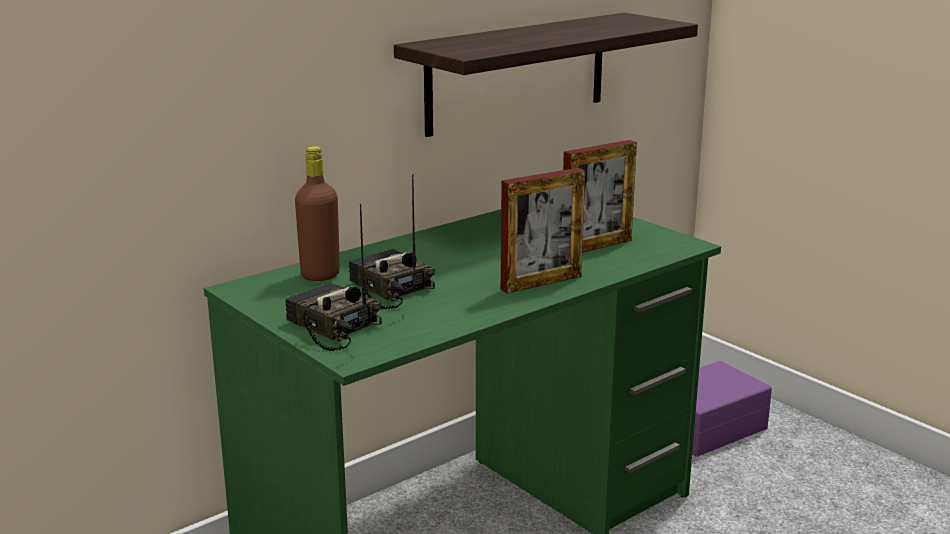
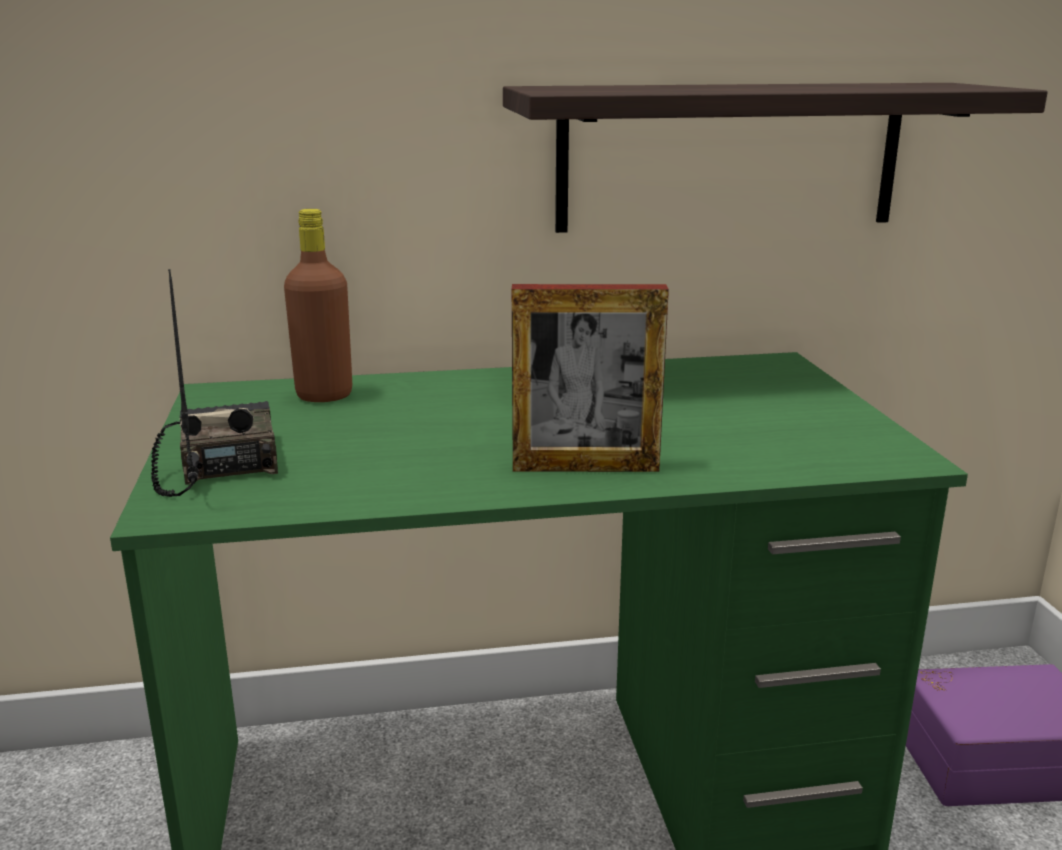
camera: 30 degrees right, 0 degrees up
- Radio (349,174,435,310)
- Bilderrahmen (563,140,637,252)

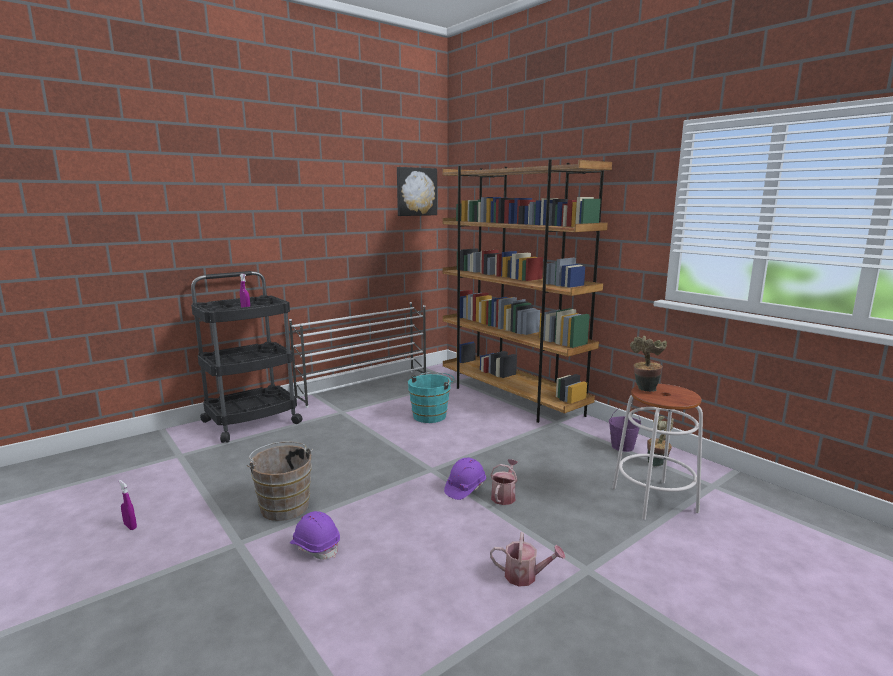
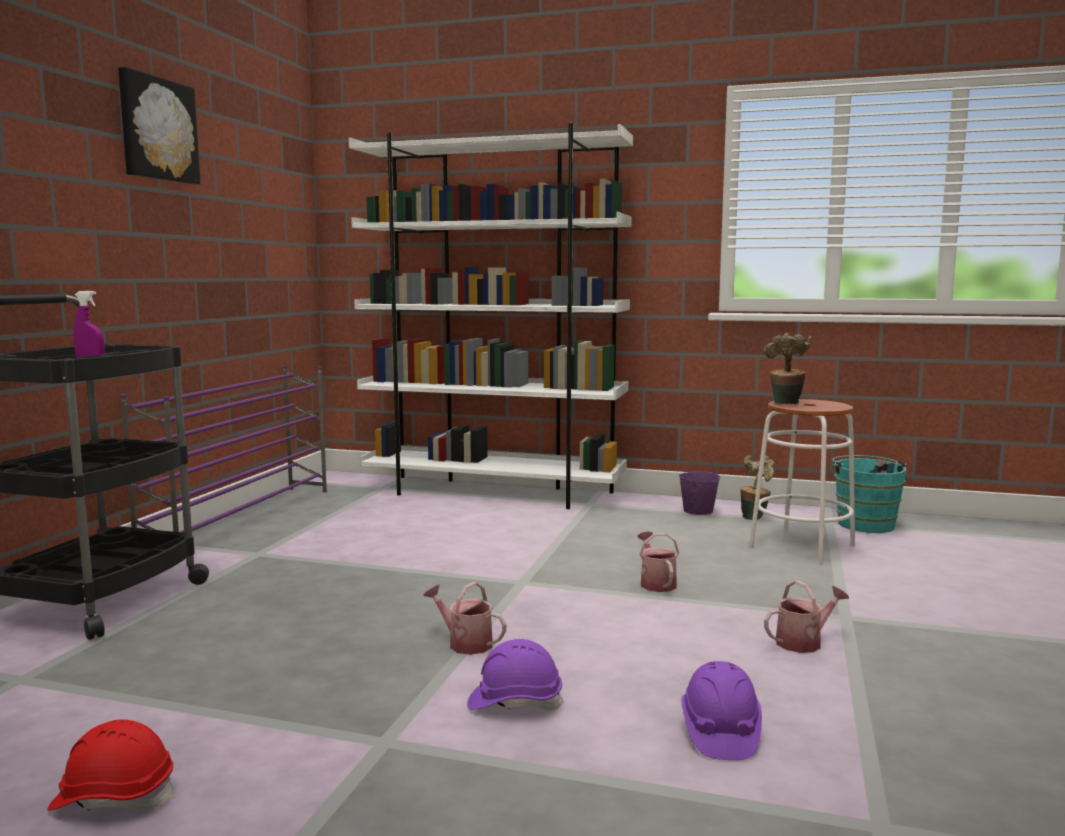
camera: 35 degrees left, 5 degrees down
~ Sprühflasche (lila) (119,480,137,530) to Schutzhelm (rot) (47,719,174,811)
- Eimer (braun) (247,442,313,521)
~ Schuhregal (weiß) (289,302,426,408) to Schuhregal (lila) (120,365,327,533)
~ Bild (397,167,437,216) to (118,67,201,185)
~ Eimer (türkis) (408,372,454,423) to (832,455,907,533)
~ Bücherregal (braun) (442,160,612,423) to Bücherregal (weiß) (349,123,633,509)
~ Schutzhelm (lila) (444,458,486,500) to (682,661,762,760)
+ Gießkanne (423,582,507,655)

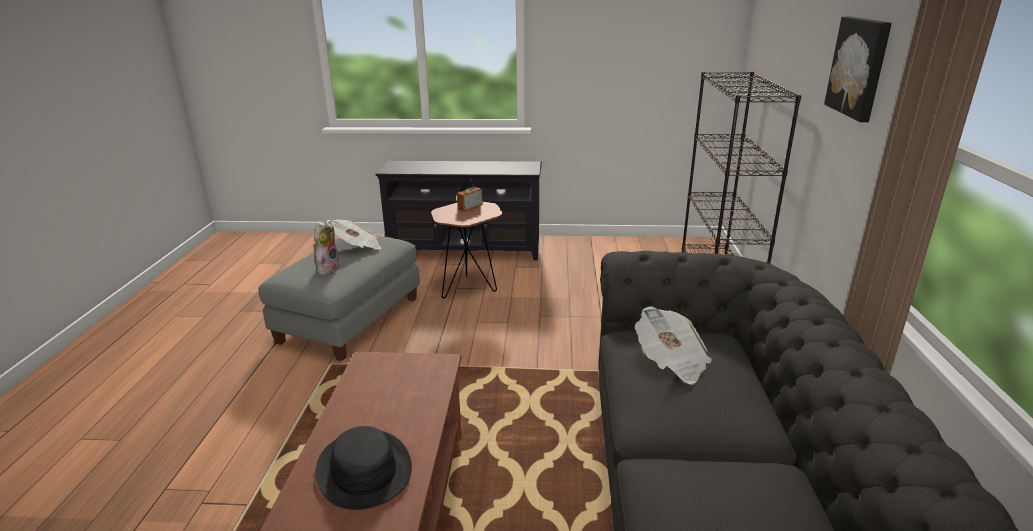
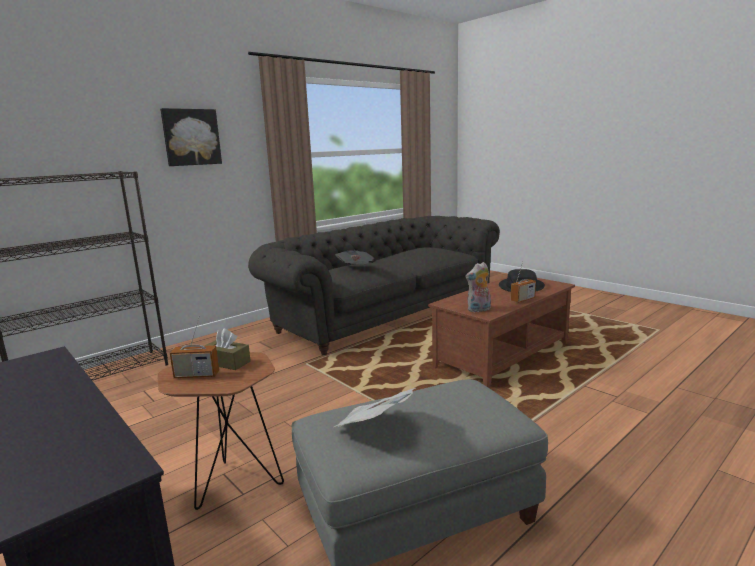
camera: 135 degrees left, 10 degrees down
~ Plüschtier (313,220,340,275) to (466,262,491,312)
+ Taschentuchbox (braun) (205,329,251,370)
+ Radio (511,262,536,303)

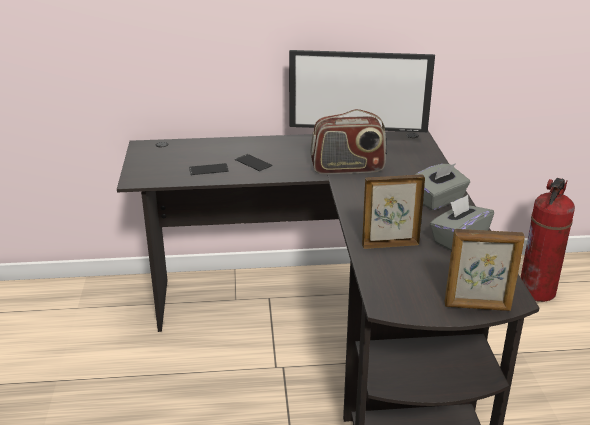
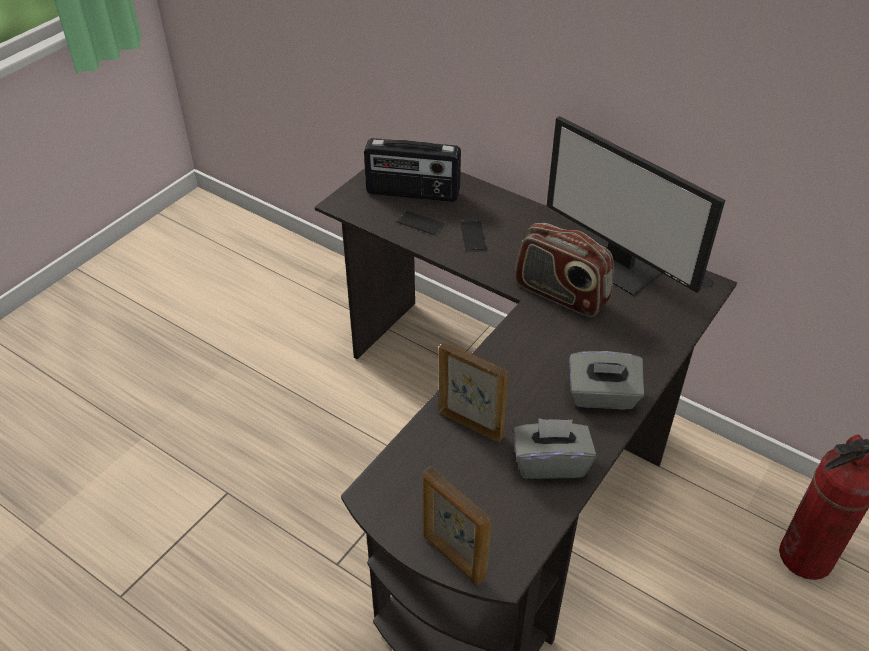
camera: 40 degrees right, 15 degrees up
+ Radio (364,138,461,202)

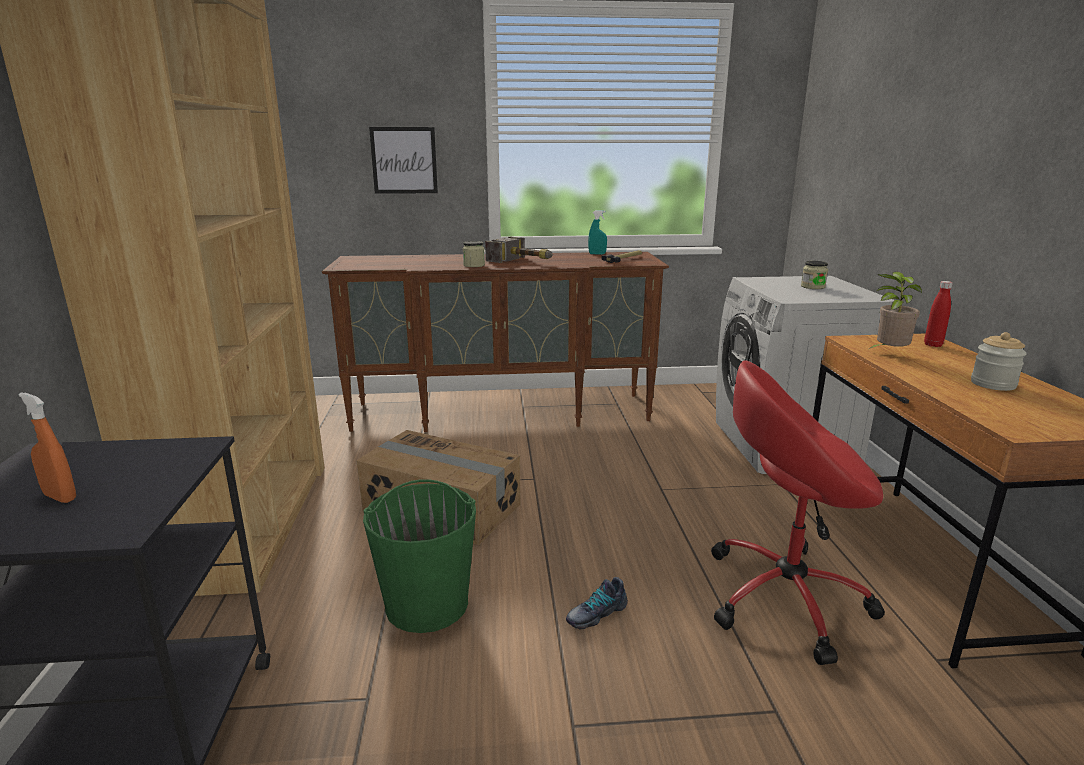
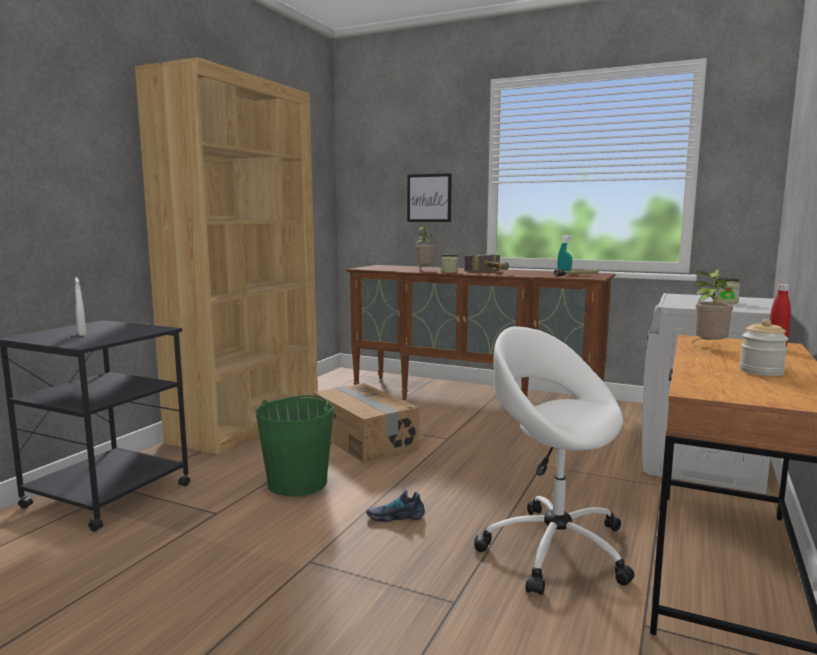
camera: 30 degrees right, 10 degrees down
~ Sprühflasche (orange) (19,392,76,503) to Sprühflasche (weiß) (75,277,87,336)
~ Bürostuhl (rot) (711,360,885,665) to Bürostuhl (weiß) (474,326,635,595)
+ Topfpflanze (416,227,435,269)

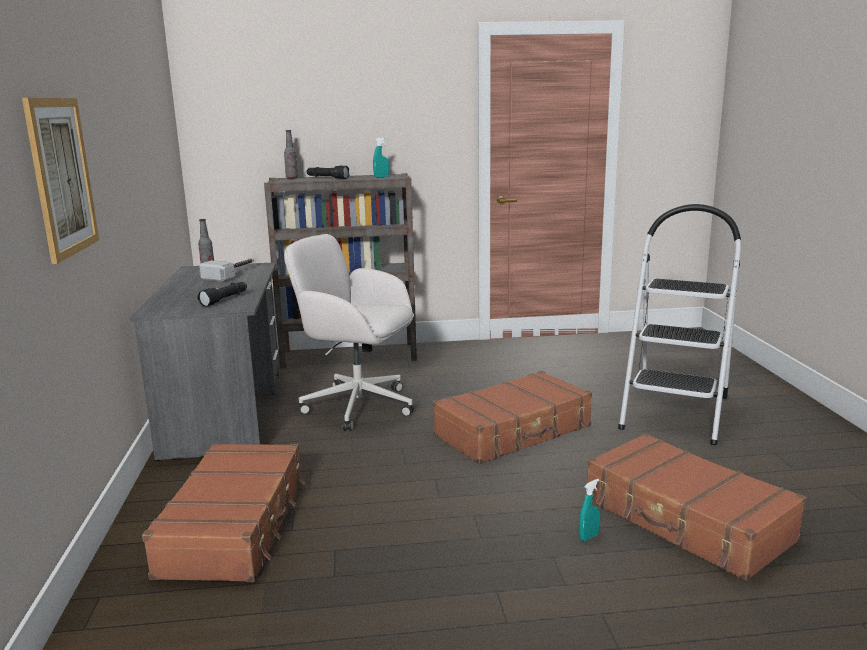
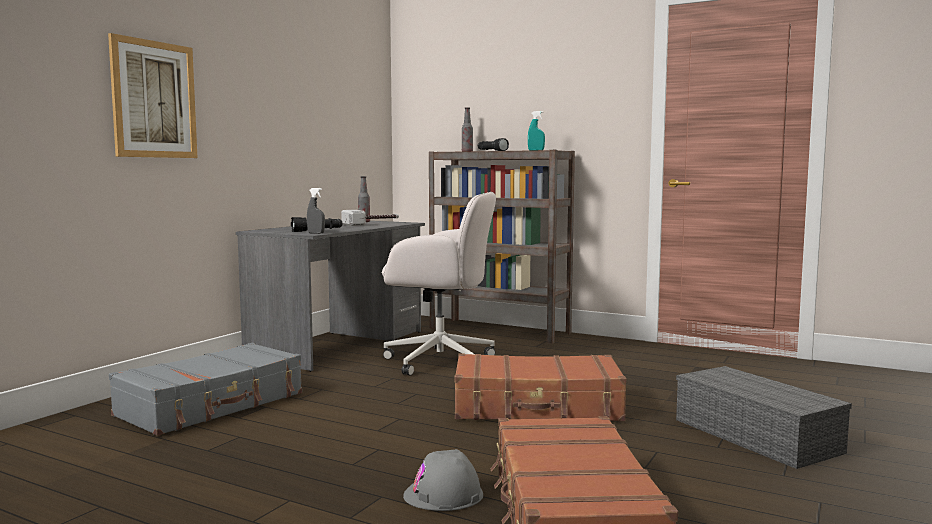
camera: 35 degrees right, 10 degrees down
~ Koffer (braun) (142,443,305,582) to Koffer (grau) (109,343,302,436)
~ Bürostuhl (weiß) (284,234,414,431) = (381,192,496,376) 135 degrees clockwise
~ Sprühflasche (türkis) (579,479,600,541) to Schutzhelm (grau) (403,449,483,511)
~ Trittleiter (618,204,741,445) to Aufbewahrungsbox (grau) (676,366,852,469)
+ Sprühflasche (grau) (307,188,325,234)

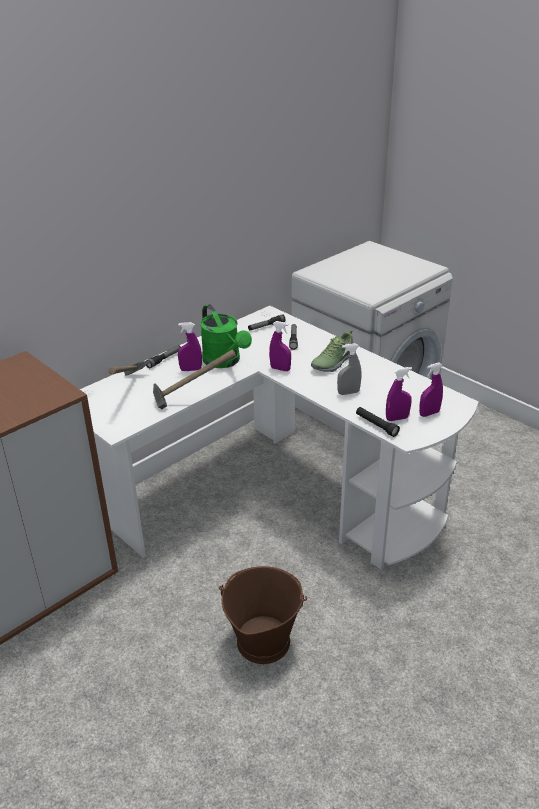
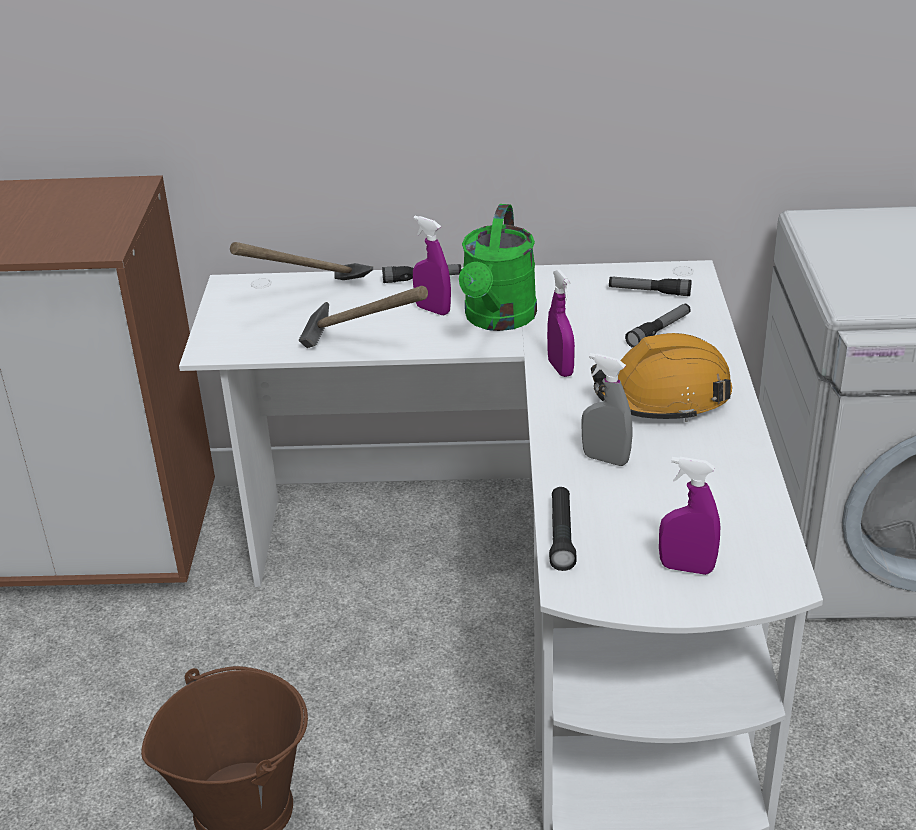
camera: 45 degrees right, 0 degrees up
~ Schuh (311,330,356,372) to Schutzhelm (orange) (591,333,732,422)
- Sprühflasche (lila) (386,367,412,421)

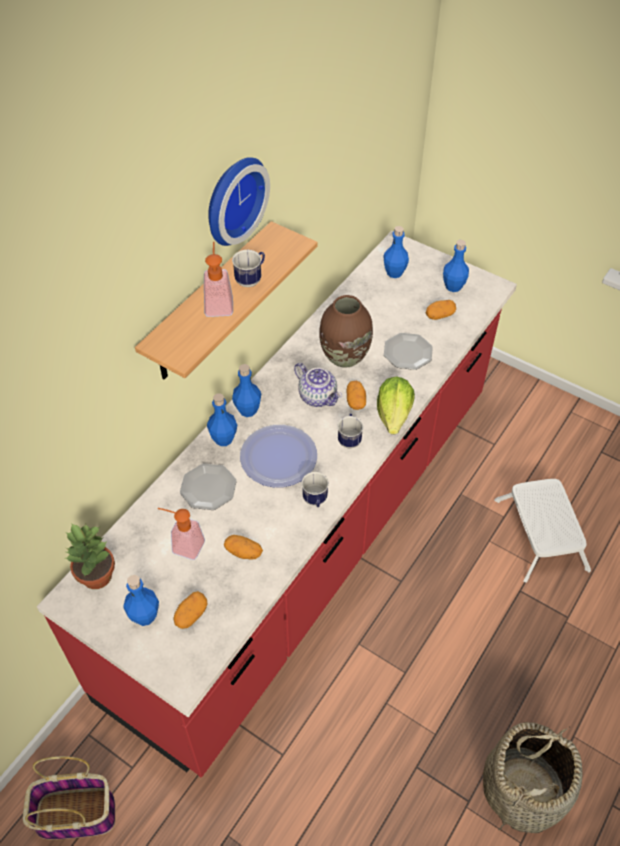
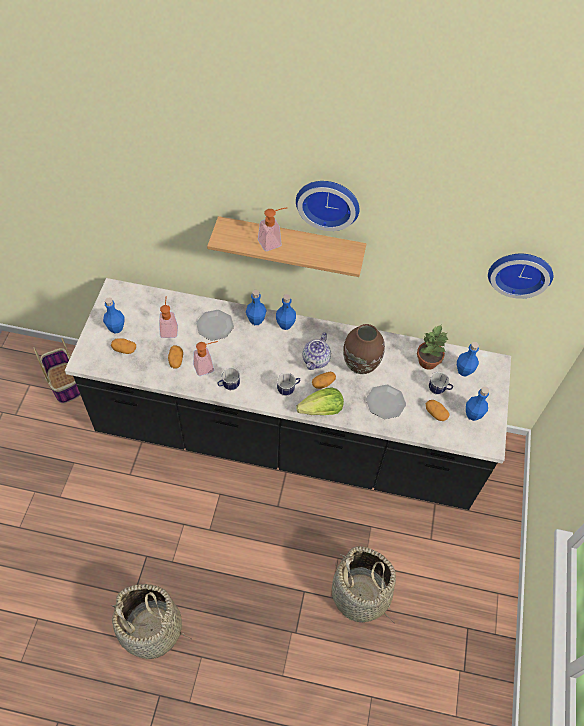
camera: 65 degrees right, 5 degrees up
~ Küchenzeile (rot) (37,231,517,778) to Küchenzeile (schwarz) (65,278,511,510)
~ Topfpflanze (66,523,115,589) to (417,325,449,370)
~ Henkelbecher (232,250,265,287) to (429,372,453,395)
- Teller (240,425,317,487)
~ Trittleiter (weiß) (494,479,591,583) to Korb (332,546,396,623)
+ Seifenspender (193,341,218,376)
+ Wanduhr (488,254,553,299)

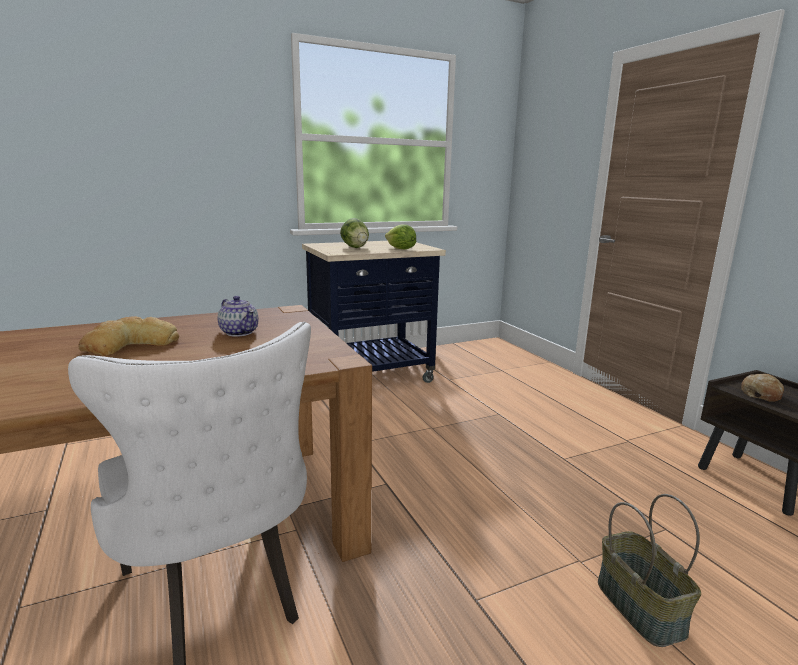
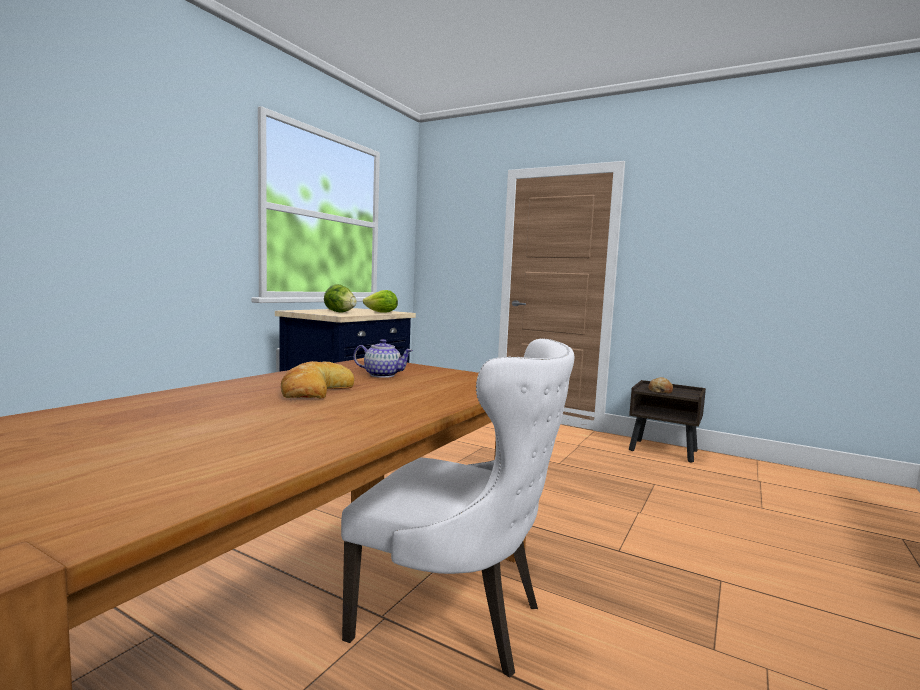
camera: 35 degrees left, 10 degrees down
- Korb (598,494,701,647)

